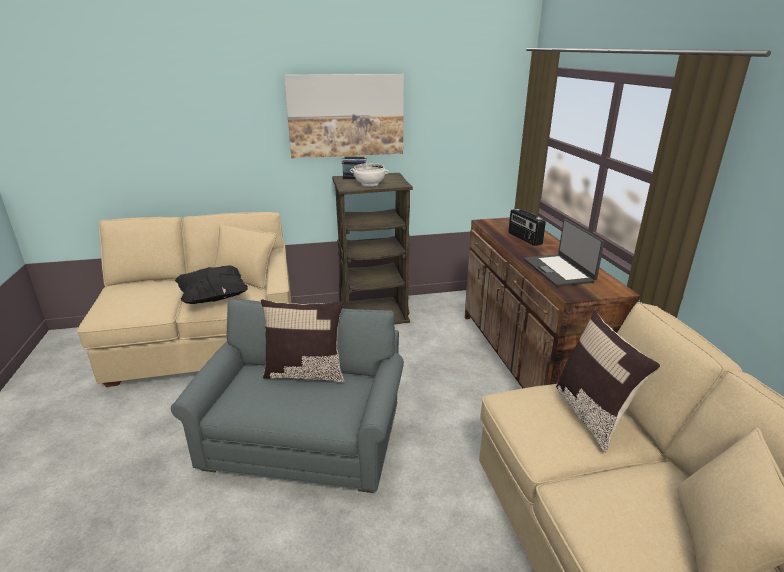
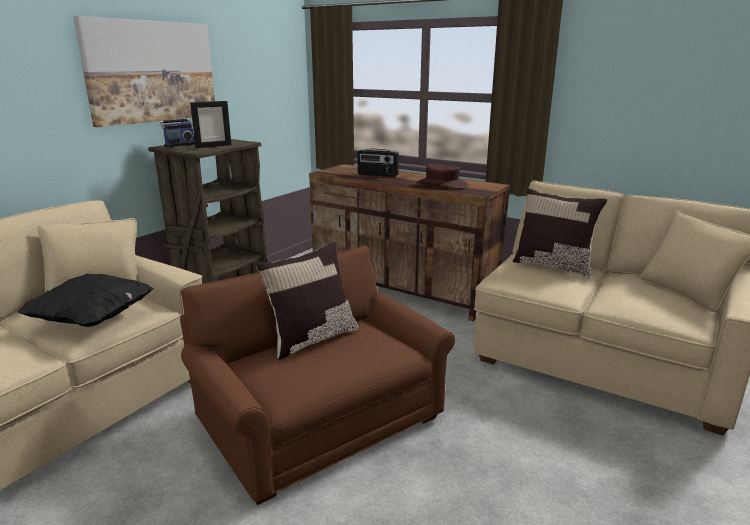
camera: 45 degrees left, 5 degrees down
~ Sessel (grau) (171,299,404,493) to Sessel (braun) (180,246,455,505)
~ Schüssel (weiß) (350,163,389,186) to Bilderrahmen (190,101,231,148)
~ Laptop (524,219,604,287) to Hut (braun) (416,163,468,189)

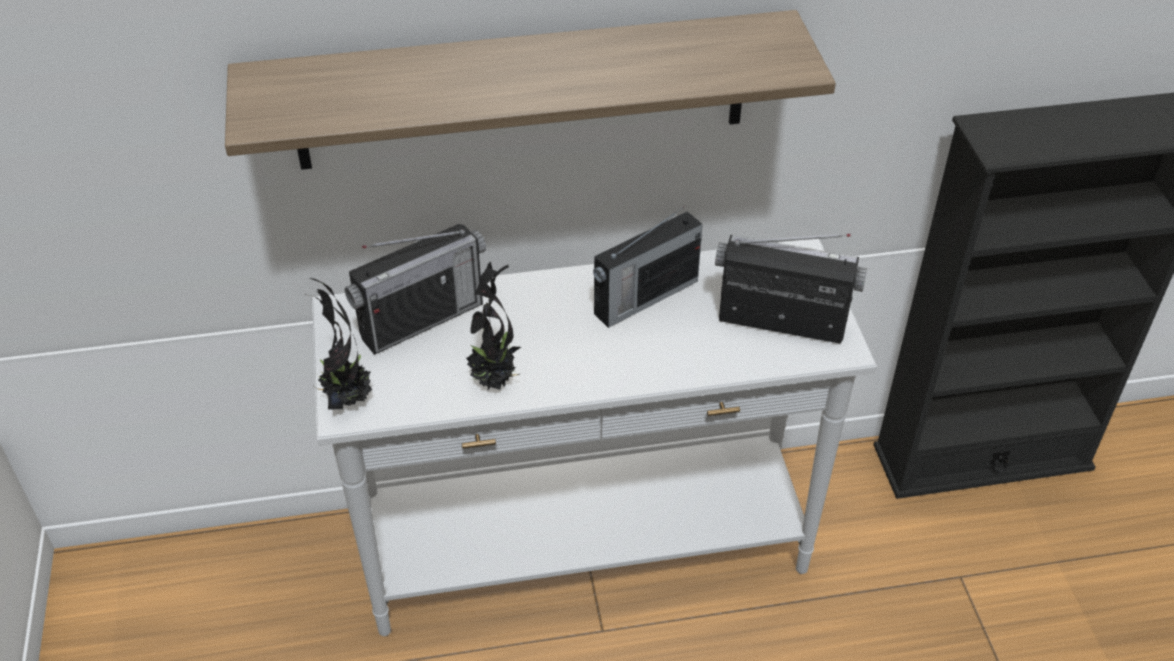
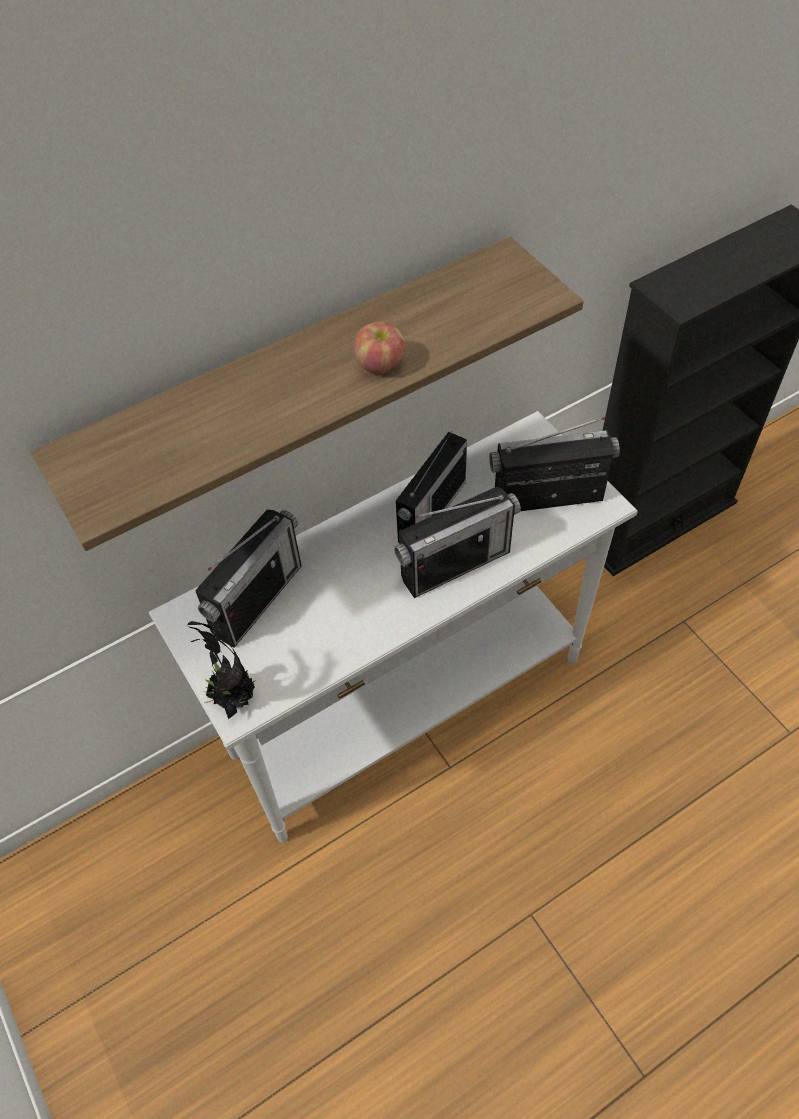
camera: 20 degrees left, 10 degrees up
- Topfpflanze (466,261,521,390)
+ Apfel (354,322,405,373)
+ Radio (394,487,521,598)

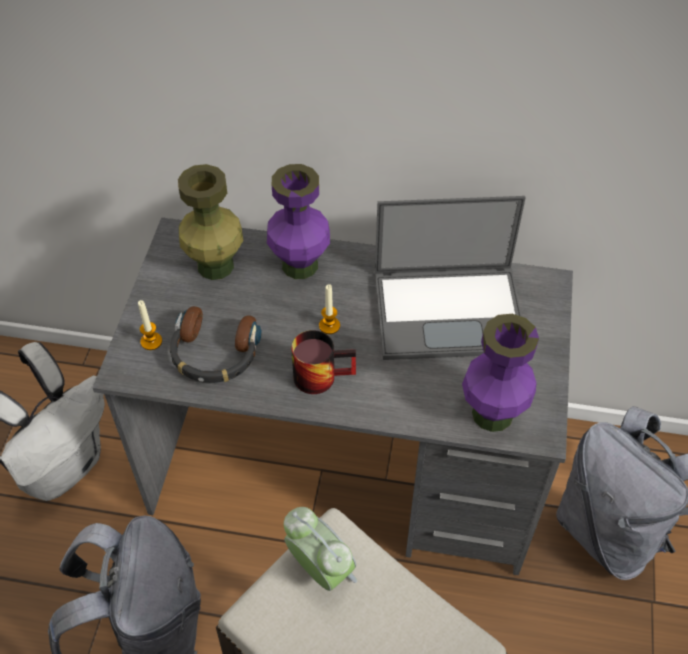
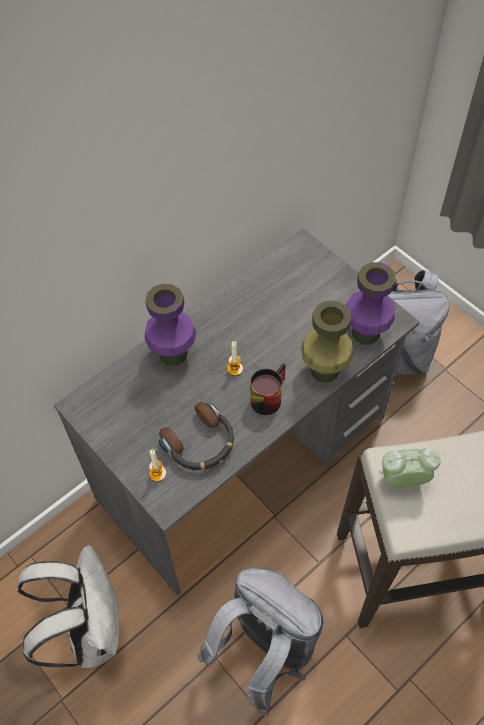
camera: 50 degrees left, 5 degrees up
~ Vase (grün) (178,164,243,280) to (301,301,353,383)
- Laptop (375,196,526,360)

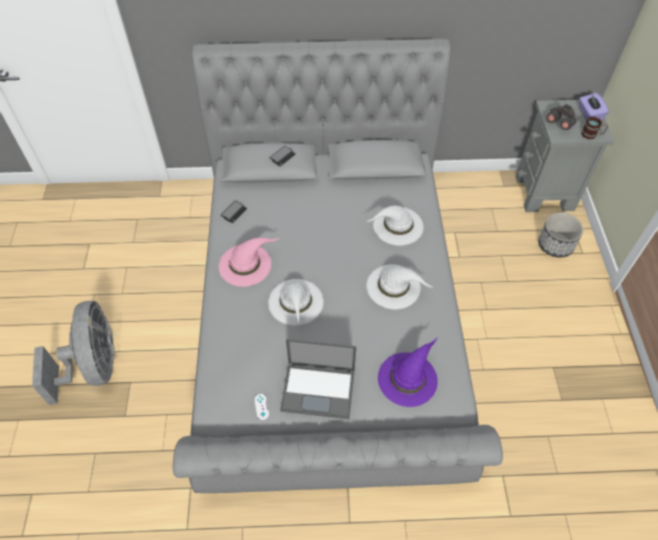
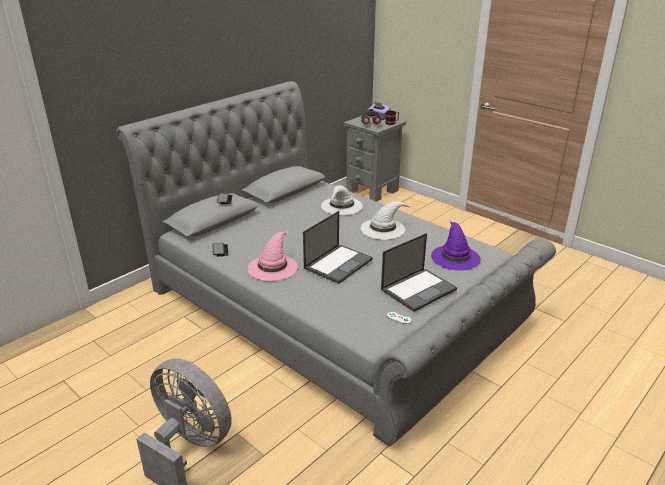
camera: 45 degrees left, 25 degrees down
~ Hut (weiß) (268,279,323,325) to Laptop (303,211,373,284)
- Pflanzkübel (538,213,583,258)

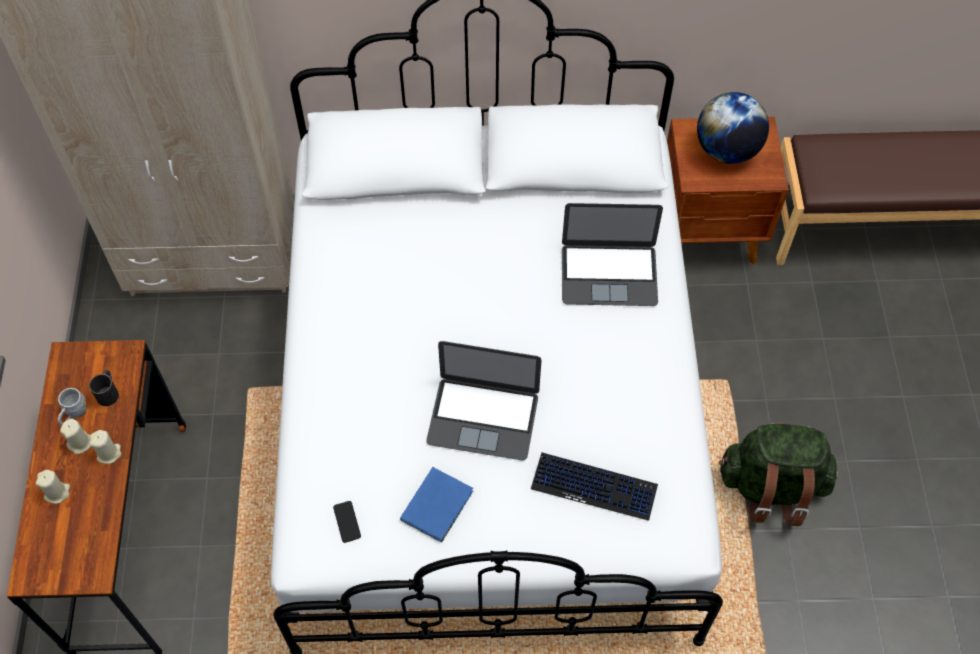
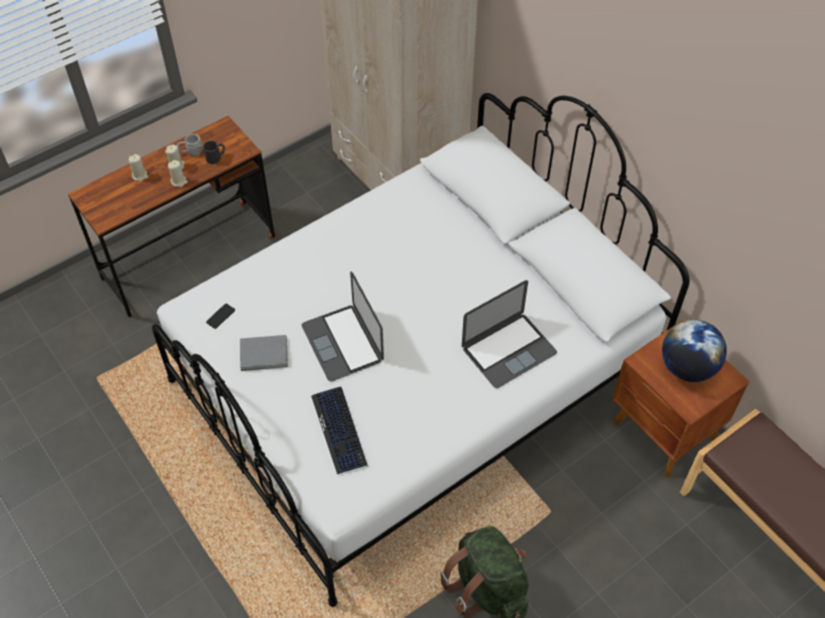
camera: 55 degrees right, 5 degrees down
~ Buch (blau) (400,467,473,543) to Buch (grau) (240,335,288,371)
~ Laptop (562,203,663,306) = (462,280,557,388) 90 degrees counterclockwise

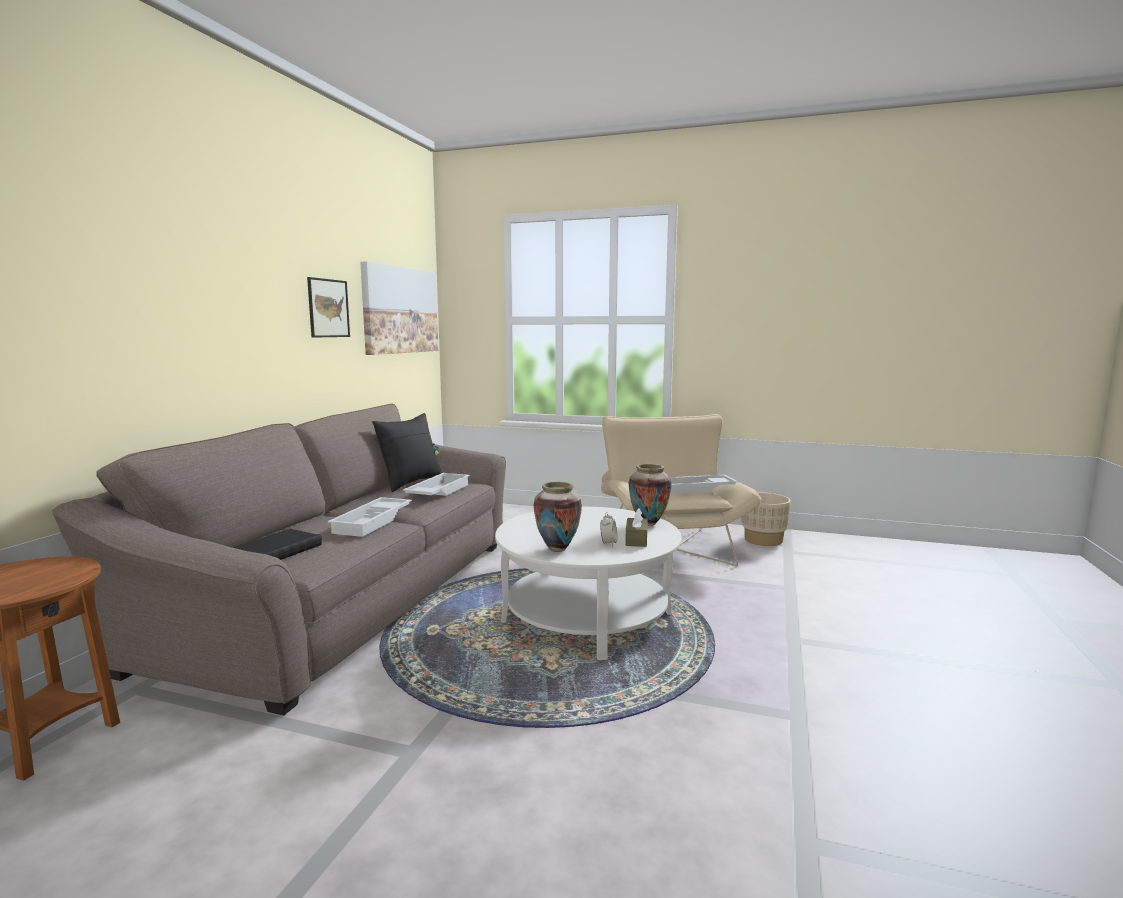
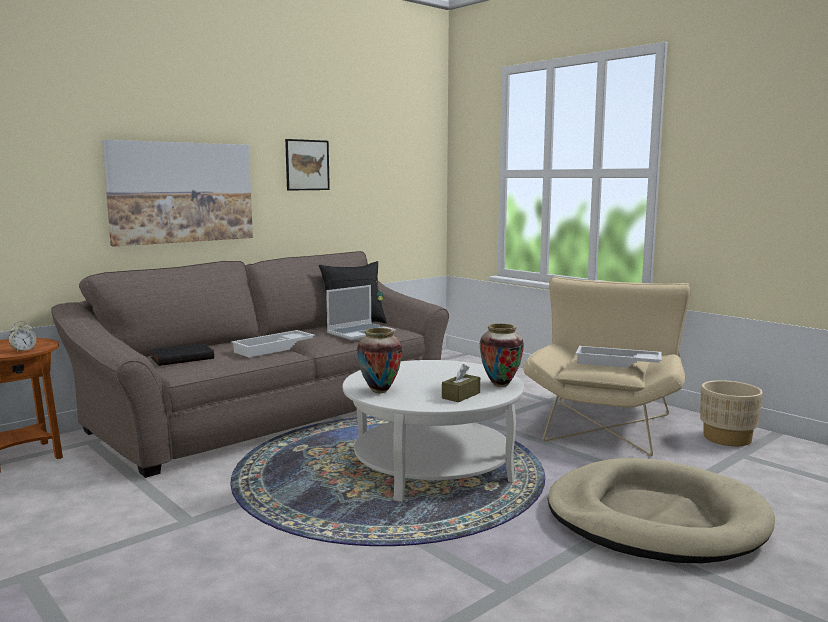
camera: 30 degrees right, 0 degrees up
~ Bild (360,261,438,355) to (102,140,253,247)
~ Tablett (weiß) (403,473,470,496) to Laptop (326,285,396,341)
~ Wecker (600,512,617,546) to (9,321,36,352)
+ Hundebett (beige) (548,458,775,563)

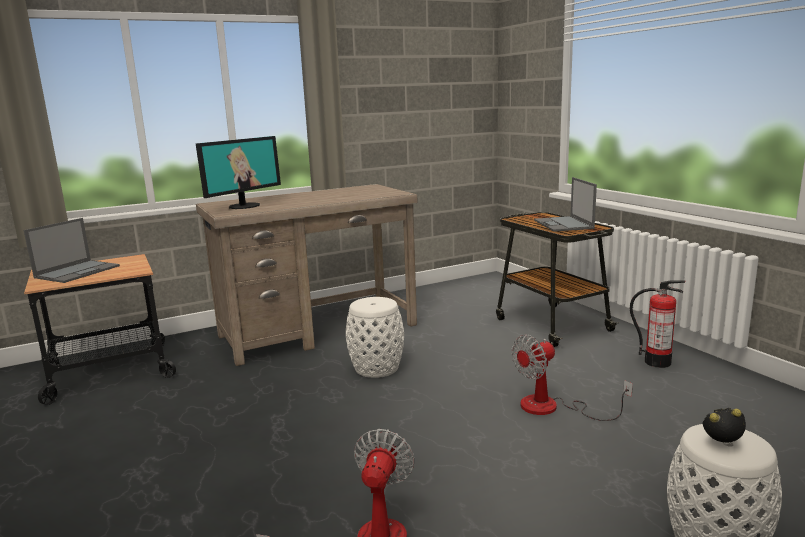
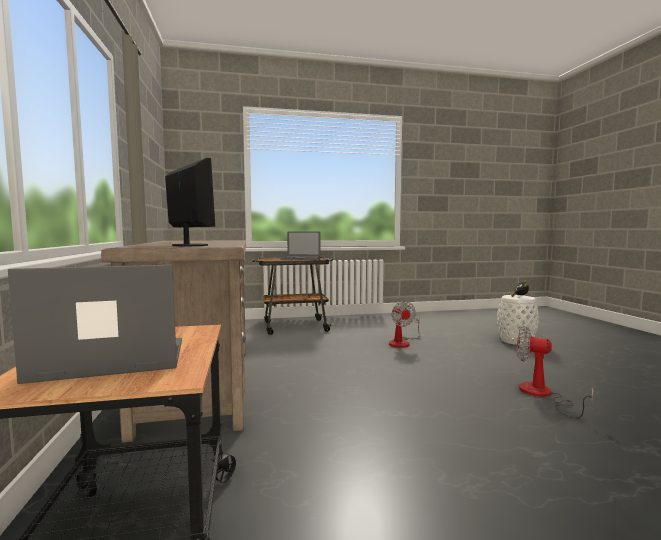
camera: 75 degrees left, 10 degrees down
~ Laptop (24,218,120,283) = (8,265,182,384) 60 degrees counterclockwise
- Hocker (weiß) (346,297,404,378)
- Feuerlöscher (629,280,685,368)

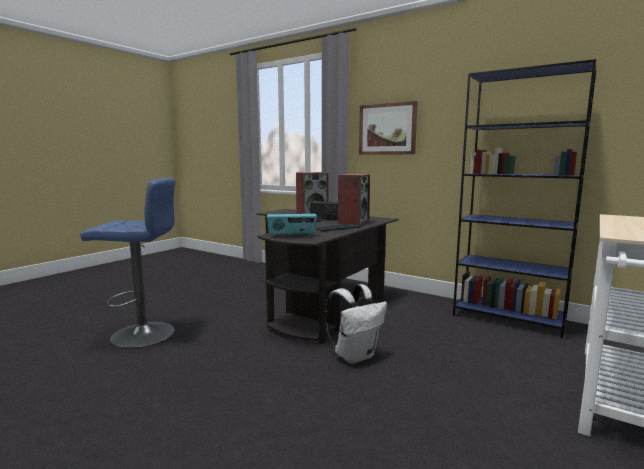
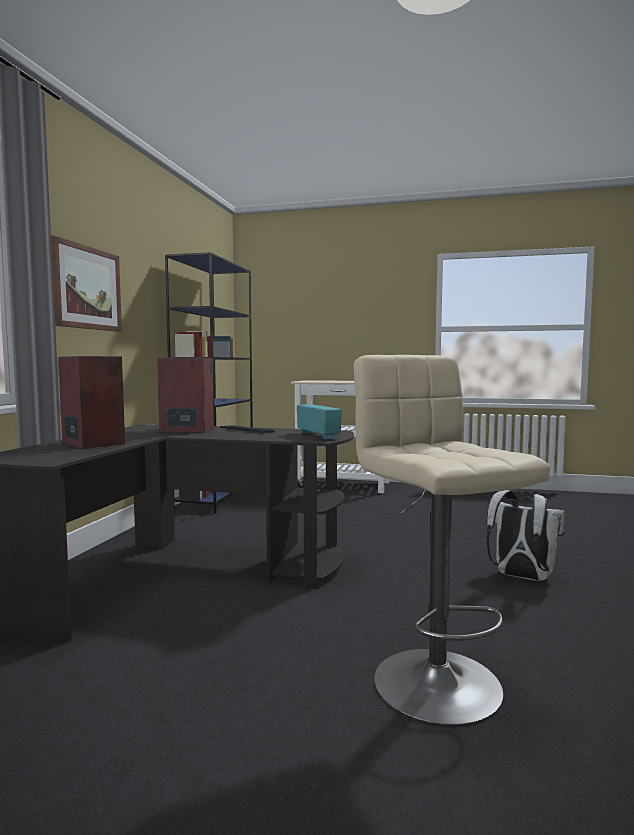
camera: 110 degrees left, 5 degrees down
~ Hocker (blau) (80,178,176,348) to Hocker (beige) (354,355,550,725)
- Radio (310,201,338,220)
~ Rucksack (weiß) (325,284,387,364) to (486,490,565,581)

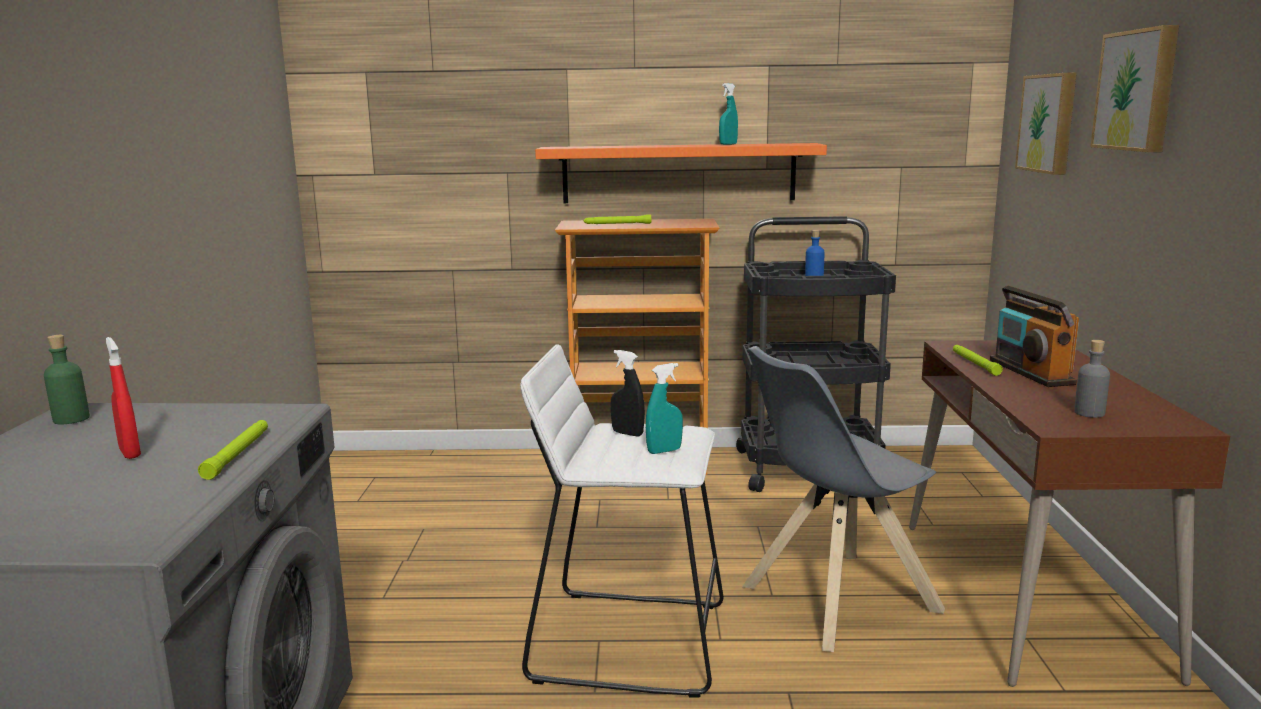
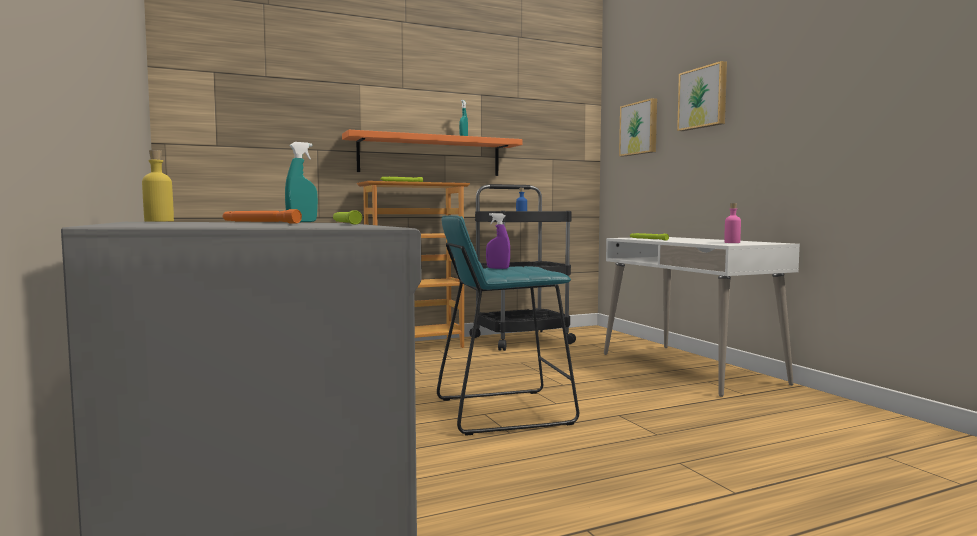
camera: 25 degrees left, 10 degrees down
~ Flasche (grün) (44,335,90,424) to Flasche (gelb) (142,150,174,222)
~ Sprühflasche (rot) (106,337,141,459) to Taschenlampe (orange) (222,209,302,224)
~ Hocker (weiß) (520,344,724,698) to Hocker (türkis) (437,215,579,436)
~ Sprühflasche (schwarz) (611,350,645,436) to Sprühflasche (lila) (486,213,510,269)
~ Sprühflasche (türkis) (646,363,683,454) to (285,142,318,222)
- Stuhl (grau) (742,346,945,652)
~ Schreibtisch (braun) (909,340,1230,687) to Schreibtisch (weiß) (604,237,800,397)
- Radio (990,285,1079,387)
~ Flasche (grau) (1074,340,1110,418) to Flasche (rosa) (724,203,741,243)

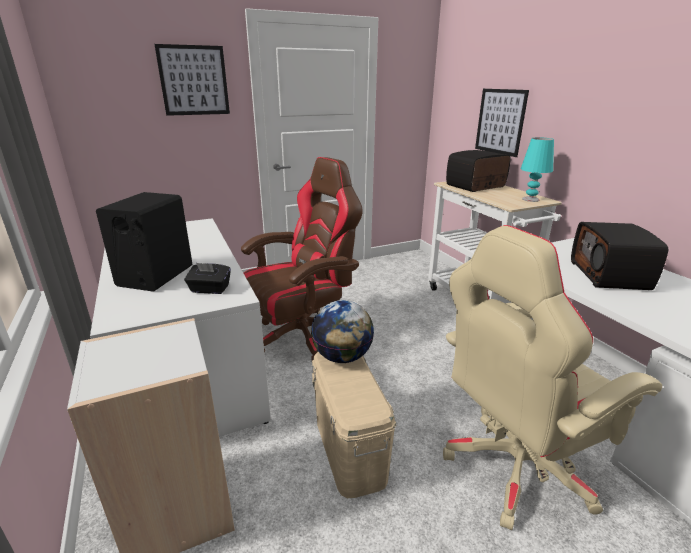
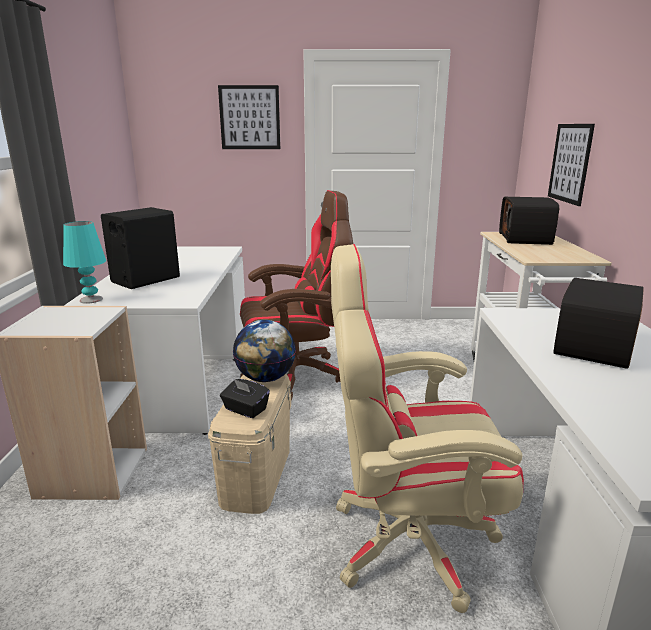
camera: 25 degrees right, 5 degrees down
~ Taschentuchbox (schwarz) (184,263,231,294) to (220,379,270,418)
~ Radio (446,150,511,192) = (499,197,559,245) 75 degrees counterclockwise
~ Tischlampe (türkis) (521,137,554,202) to (63,221,106,304)

